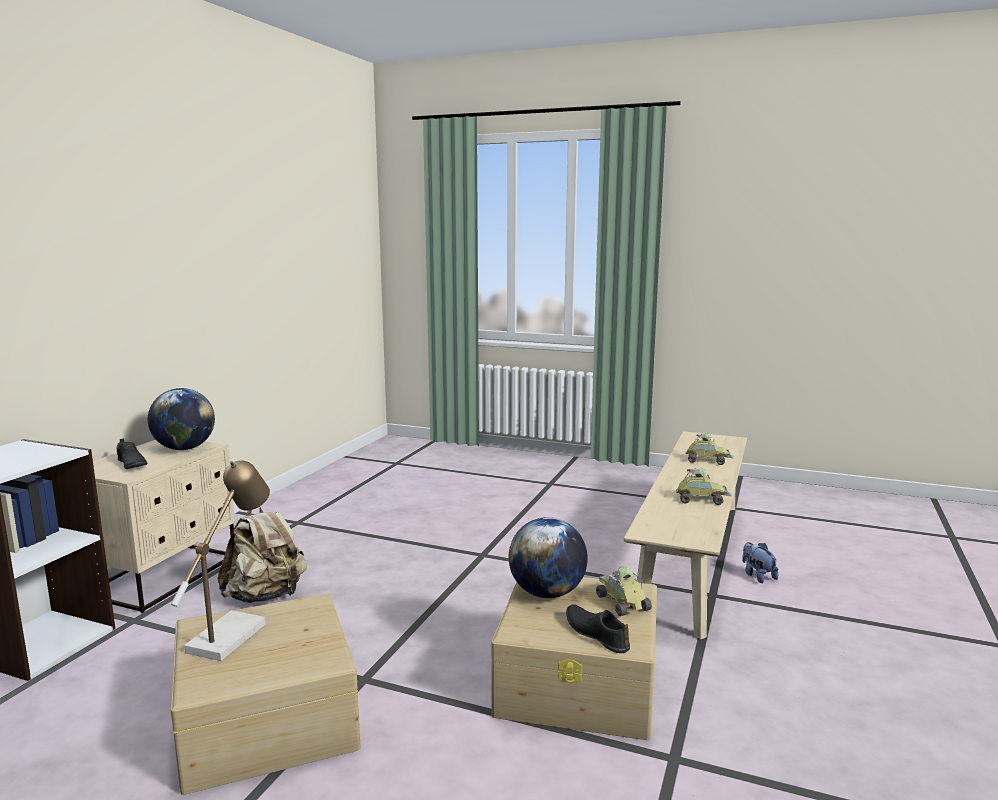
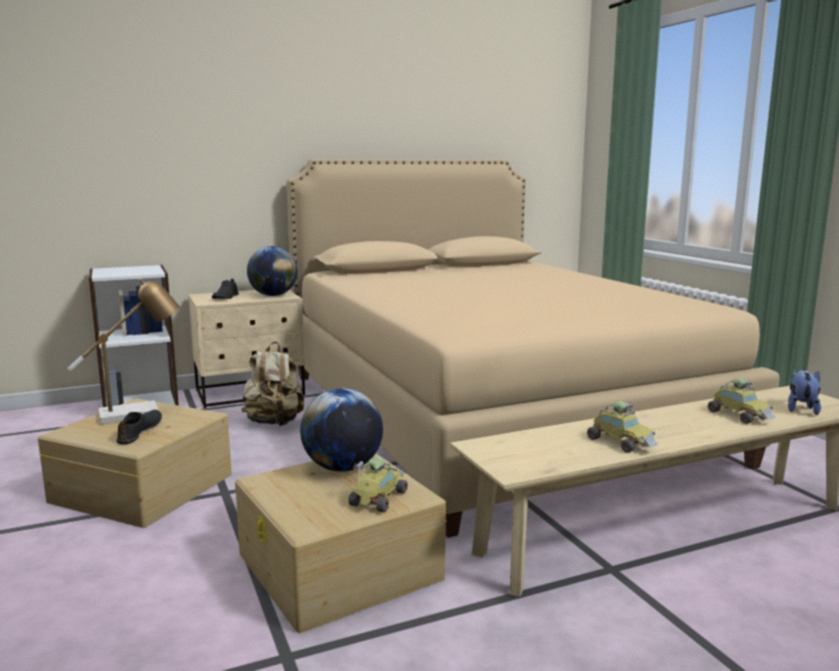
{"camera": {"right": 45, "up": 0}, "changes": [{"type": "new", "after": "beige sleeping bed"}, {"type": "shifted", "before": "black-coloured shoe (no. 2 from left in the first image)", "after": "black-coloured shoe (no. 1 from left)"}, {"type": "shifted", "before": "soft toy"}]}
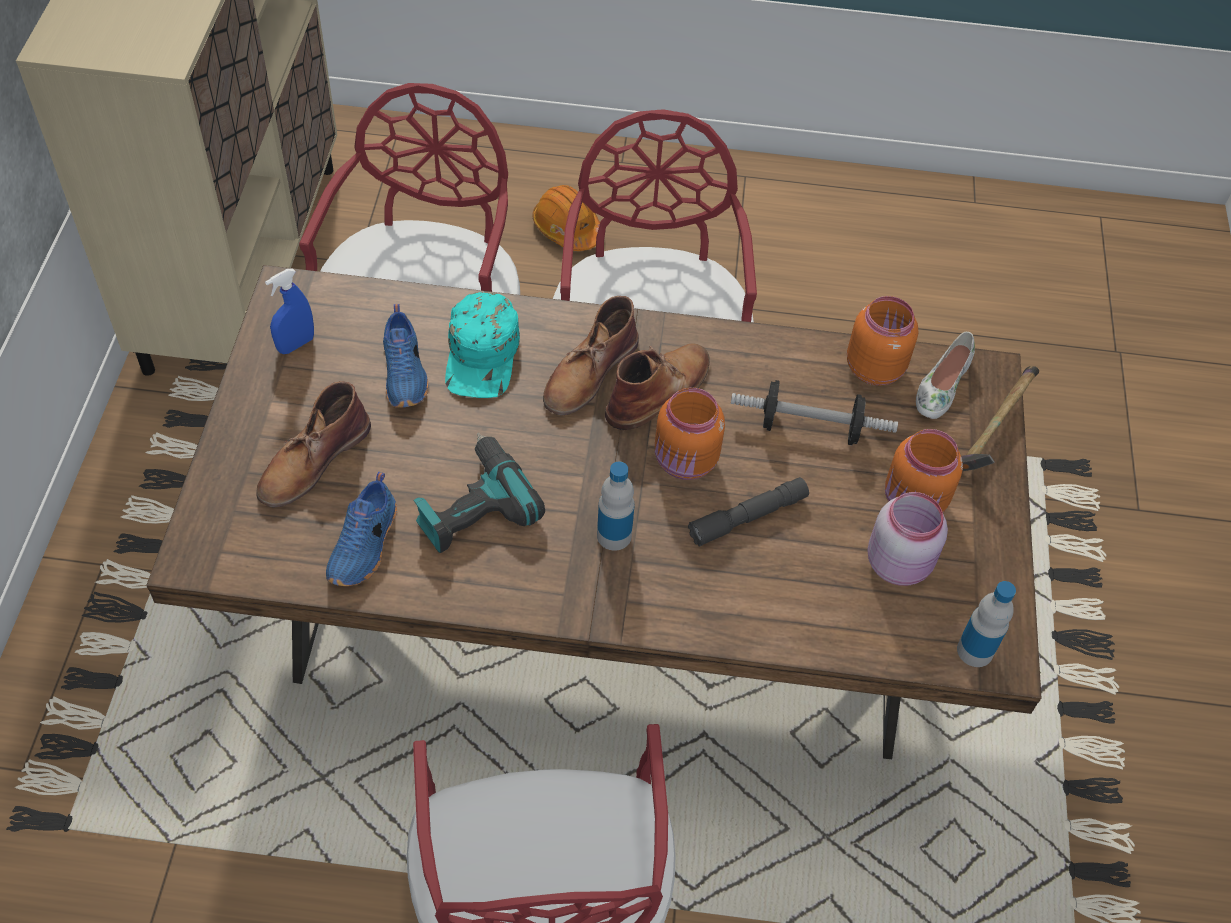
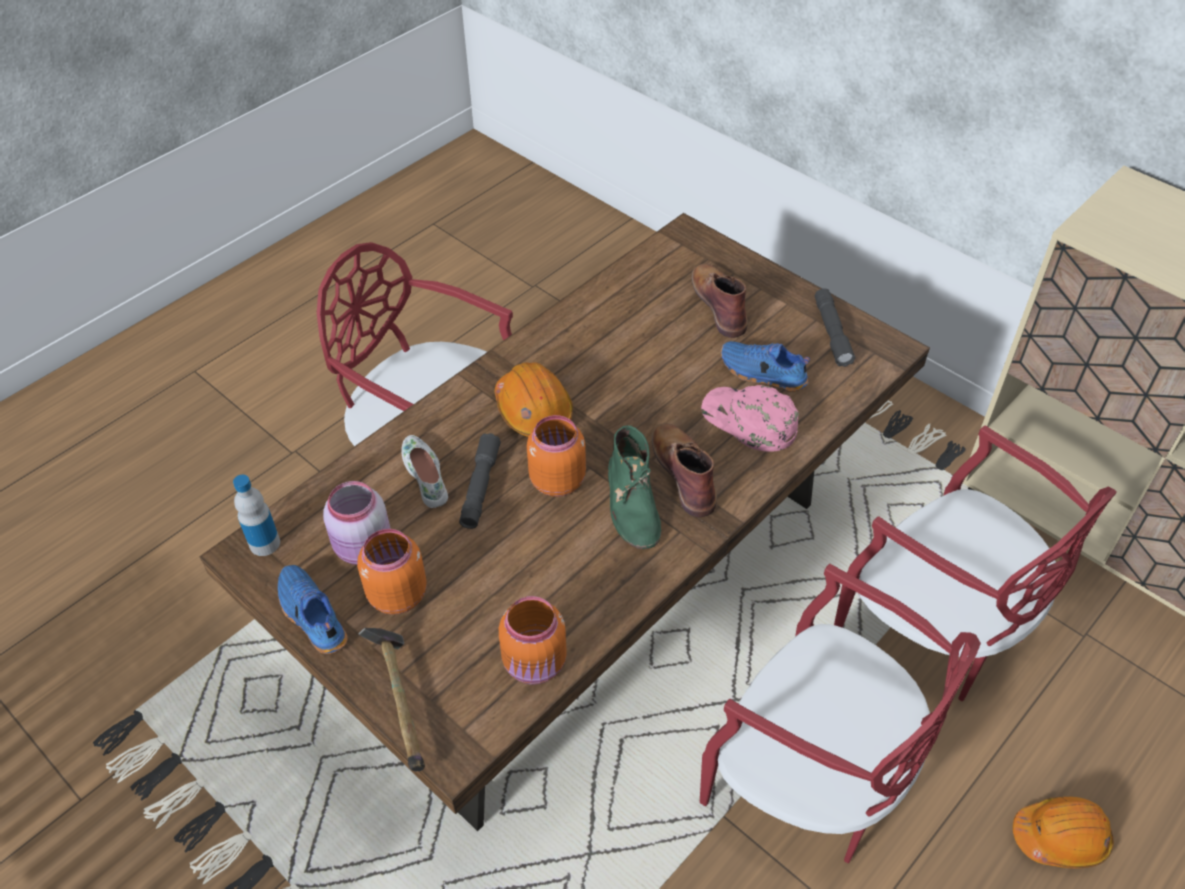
{"camera": {"right": 130, "up": -5}, "changes": [{"type": "gone", "before": "electric drill"}, {"type": "gone", "before": "dumbbell"}, {"type": "shifted", "before": "blue-coloured shoe (no. 1 from left)"}, {"type": "shifted", "before": "white shoe"}, {"type": "swapped", "before": "blue-coloured spray bottle", "after": "grey flashlight (no. 2 from left)"}, {"type": "swapped", "before": "drink bottle (no. 1 from left)", "after": "orange hard hat (no. 1 from left)"}, {"type": "repainted", "before": "turquoise cap", "after": "pink-coloured cap"}, {"type": "repainted", "before": "brownish high-top boot (no. 3 from left)", "after": "green high-top boot"}]}
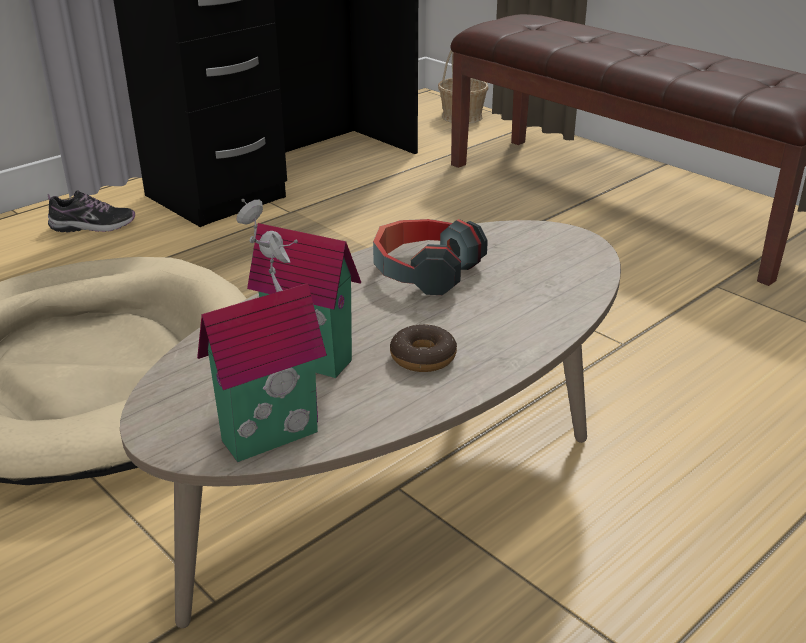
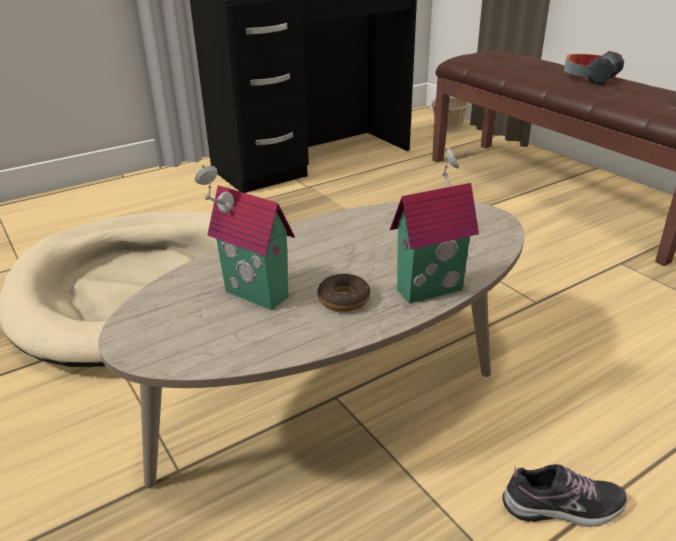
{"camera": {"right": 10, "up": 0}, "changes": [{"type": "shifted", "before": "shoe"}, {"type": "shifted", "before": "toy house (no. 1 from left in the first image)", "after": "toy house (no. 2 from left)"}, {"type": "shifted", "before": "headphones"}]}
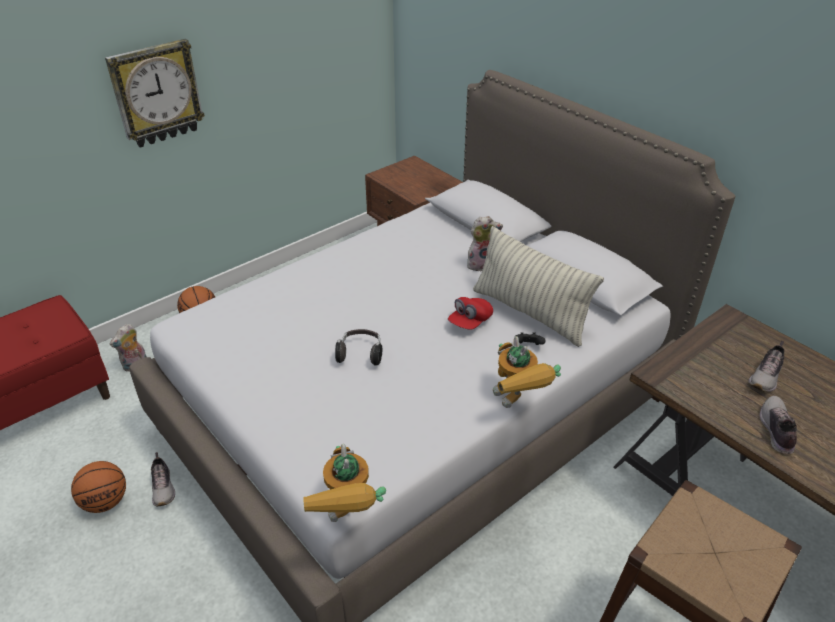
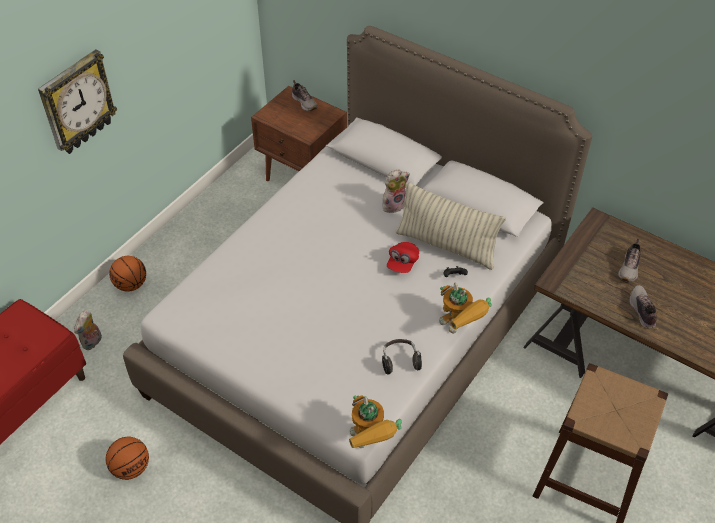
{"camera": {"right": -15, "up": 10}, "changes": [{"type": "shifted", "before": "shoe (no. 1 from left)"}, {"type": "shifted", "before": "headphones"}]}
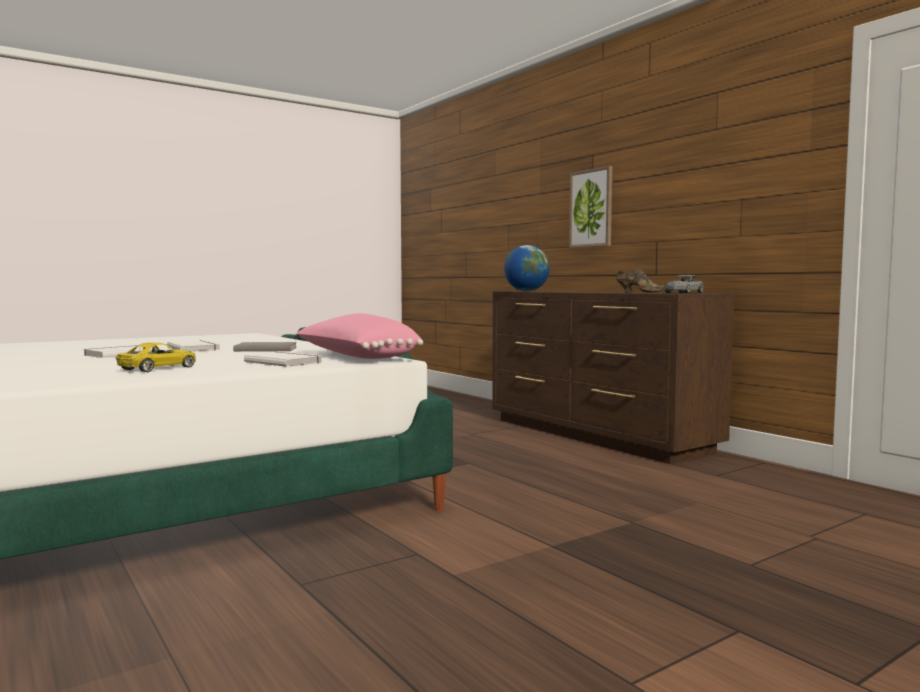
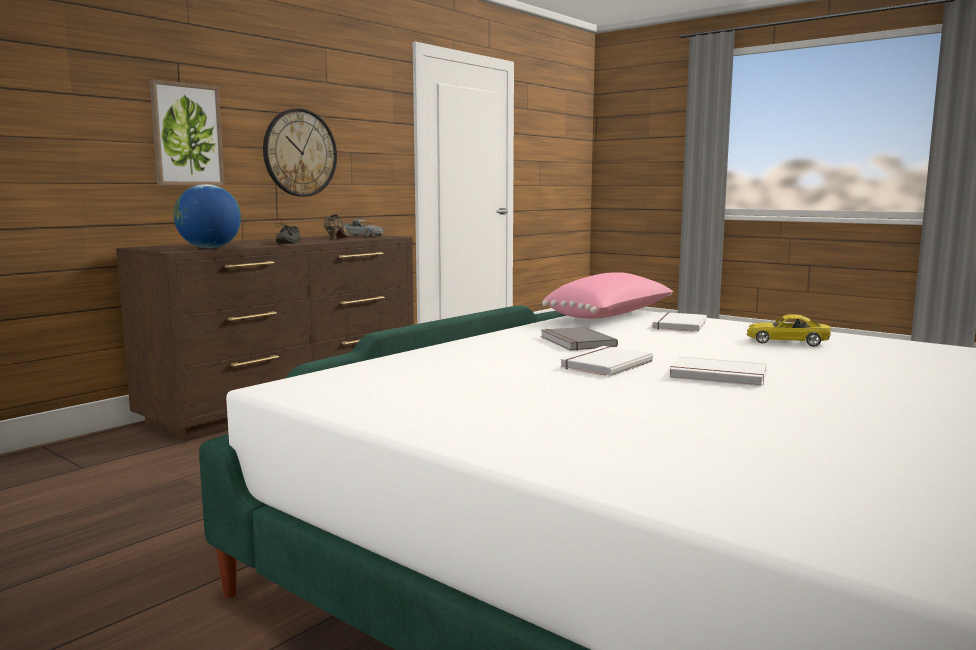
{"camera": {"right": -105, "up": 5}, "changes": [{"type": "new", "after": "clock on the wall"}, {"type": "new", "after": "grey shoe"}]}
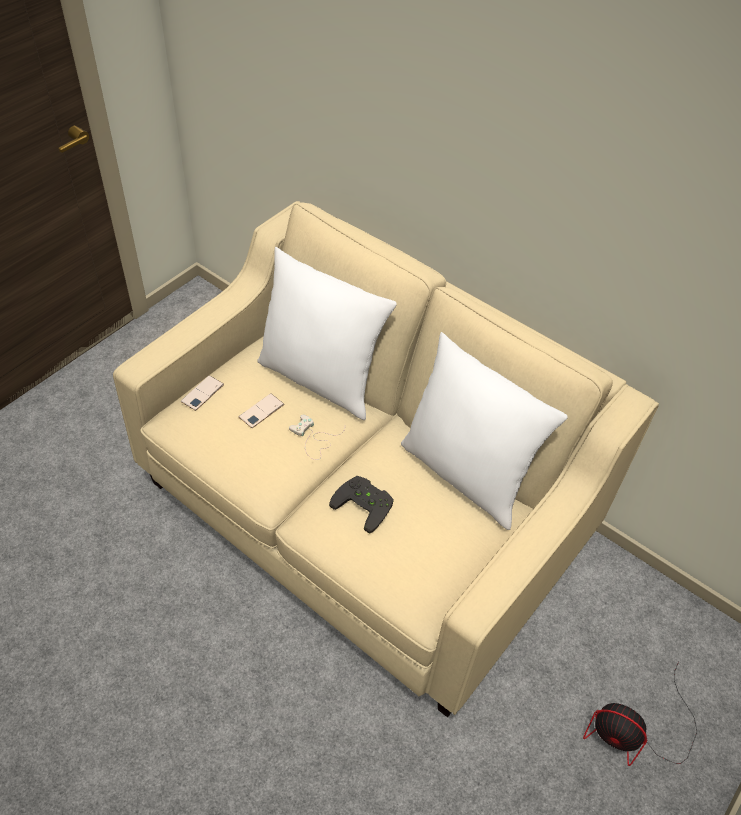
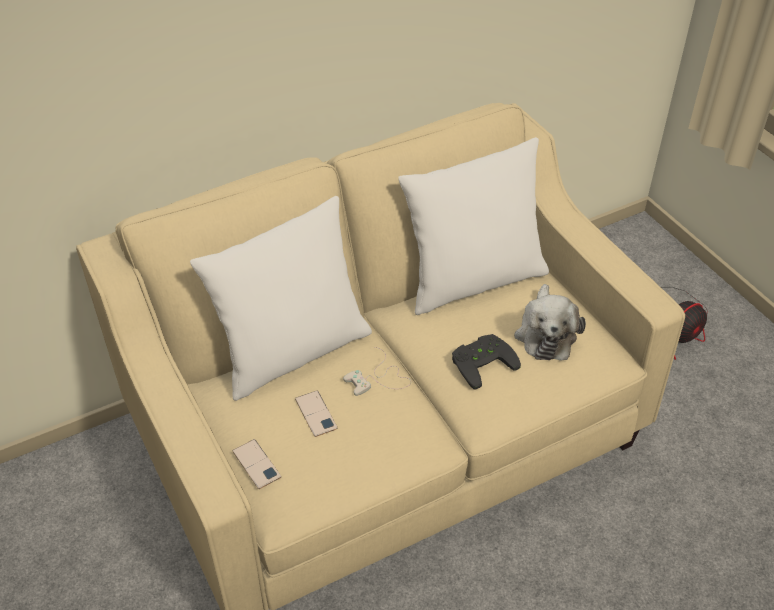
{"camera": {"right": -65, "up": -5}, "changes": [{"type": "new", "after": "soft toy"}]}
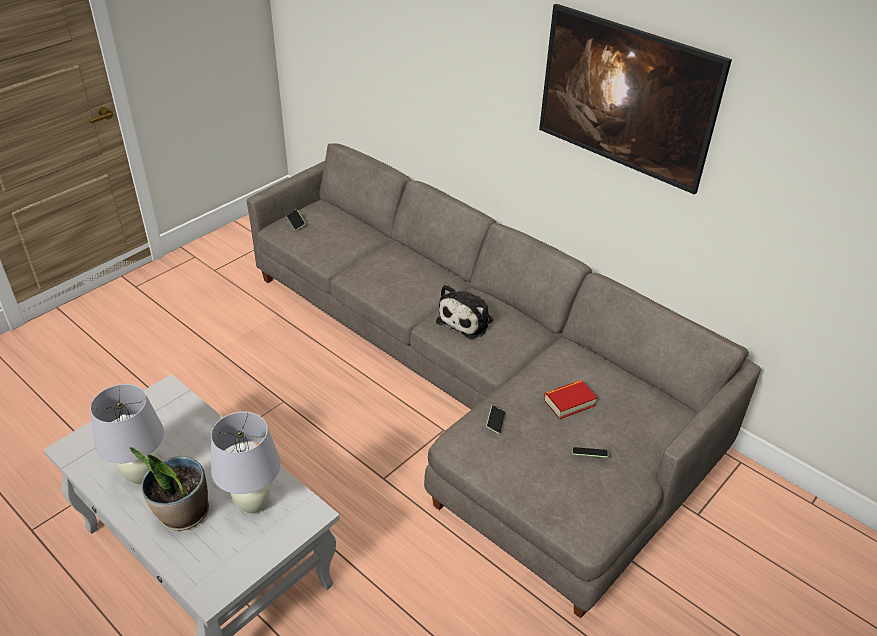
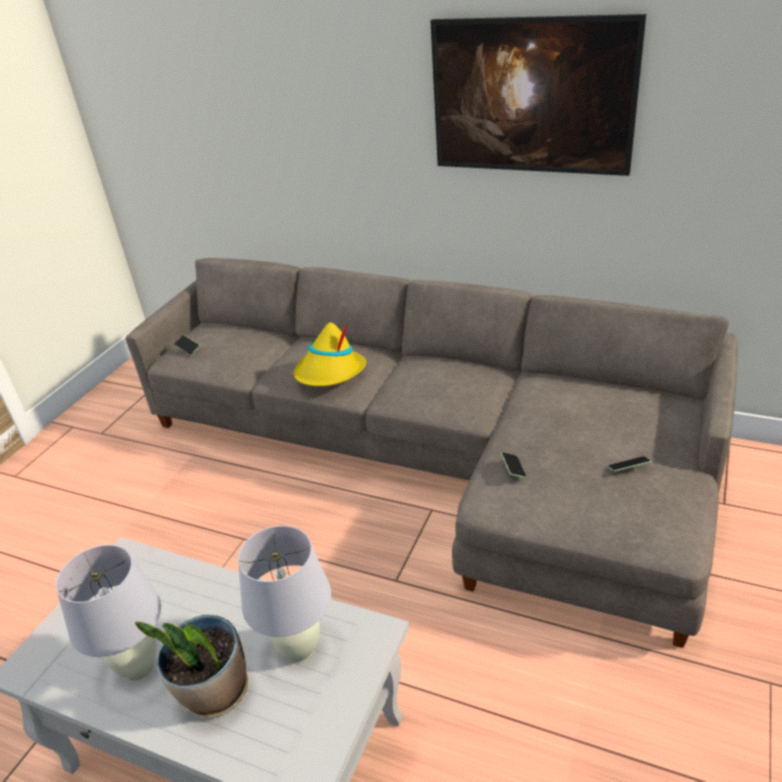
{"camera": {"right": -15, "up": -5}, "changes": [{"type": "gone", "before": "soft toy"}, {"type": "gone", "before": "volume"}, {"type": "new", "after": "yellow-coloured hat"}]}
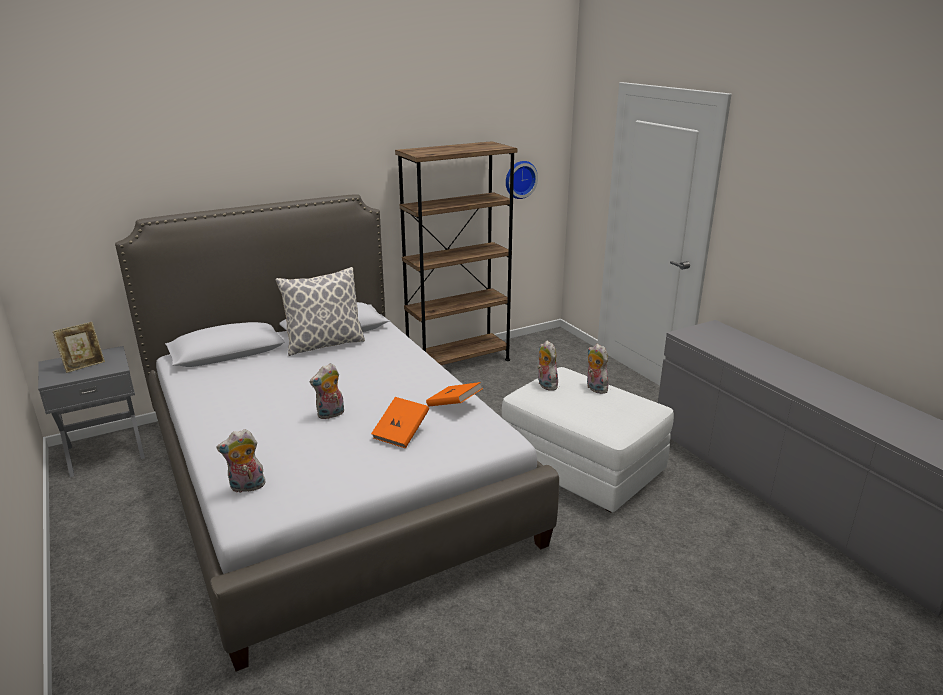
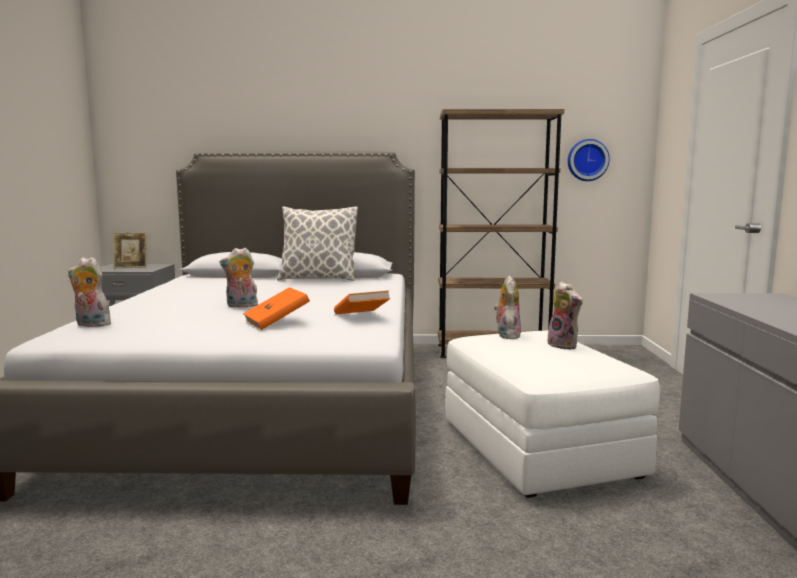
{"camera": {"right": 30, "up": -15}, "changes": [{"type": "rotated", "before": "soft toy (no. 4 from left)", "turn": 150}]}
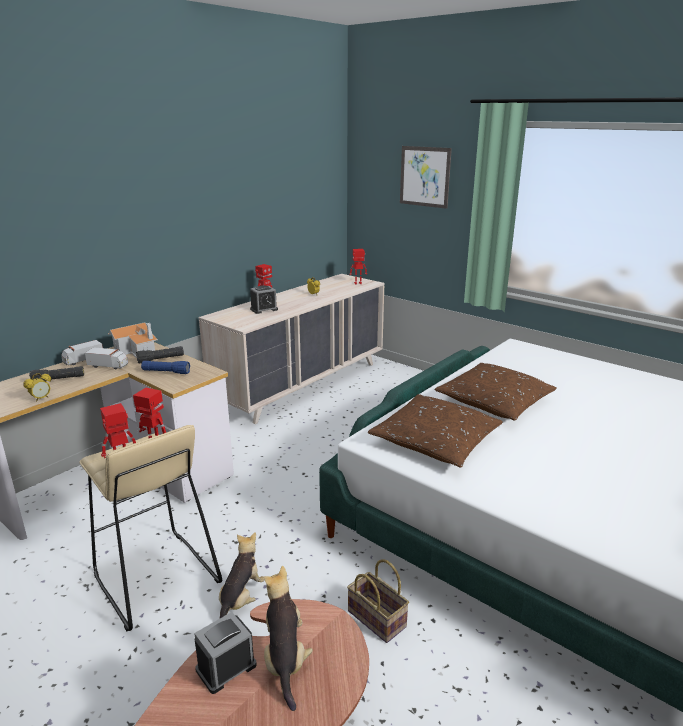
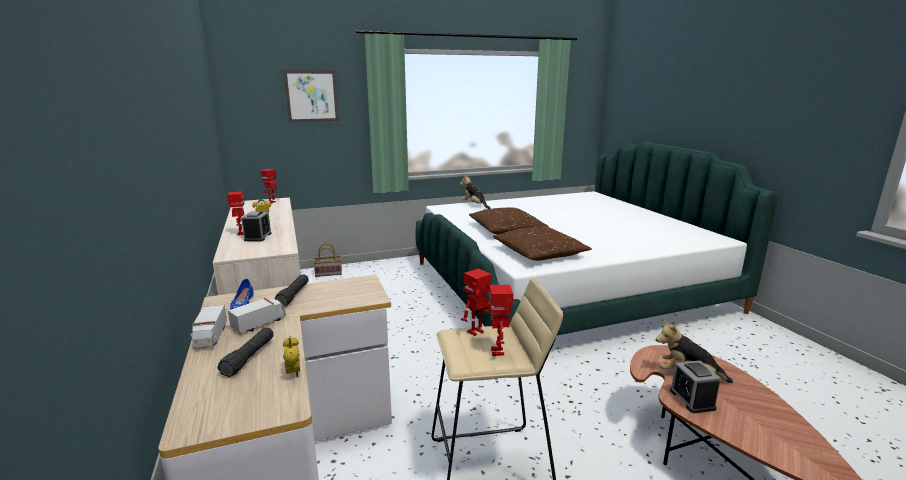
{"camera": {"right": -60, "up": -5}, "changes": [{"type": "gone", "before": "blue-coloured flashlight"}, {"type": "shifted", "before": "soft toy (no. 1 from left)"}, {"type": "shifted", "before": "household basket"}, {"type": "swapped", "before": "toy house", "after": "blue-coloured shoe"}]}
